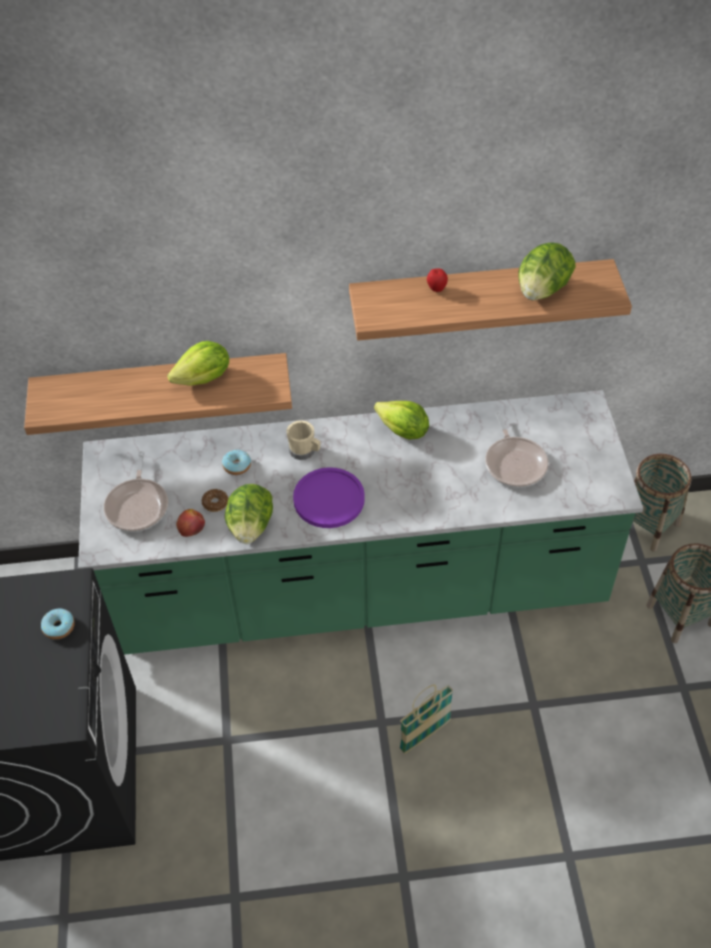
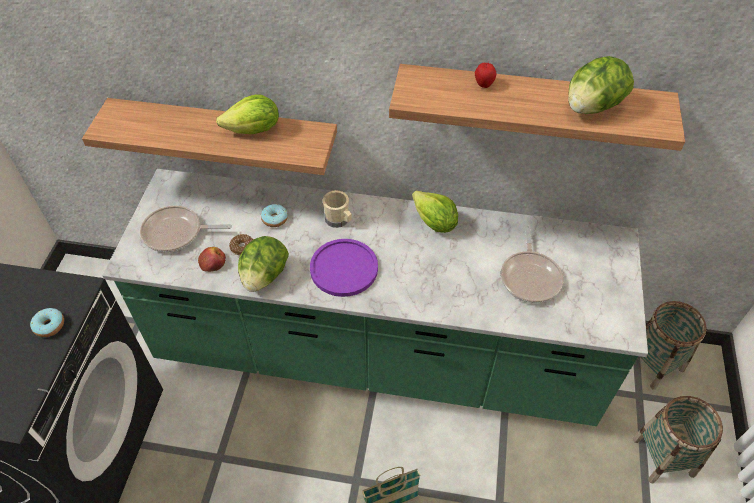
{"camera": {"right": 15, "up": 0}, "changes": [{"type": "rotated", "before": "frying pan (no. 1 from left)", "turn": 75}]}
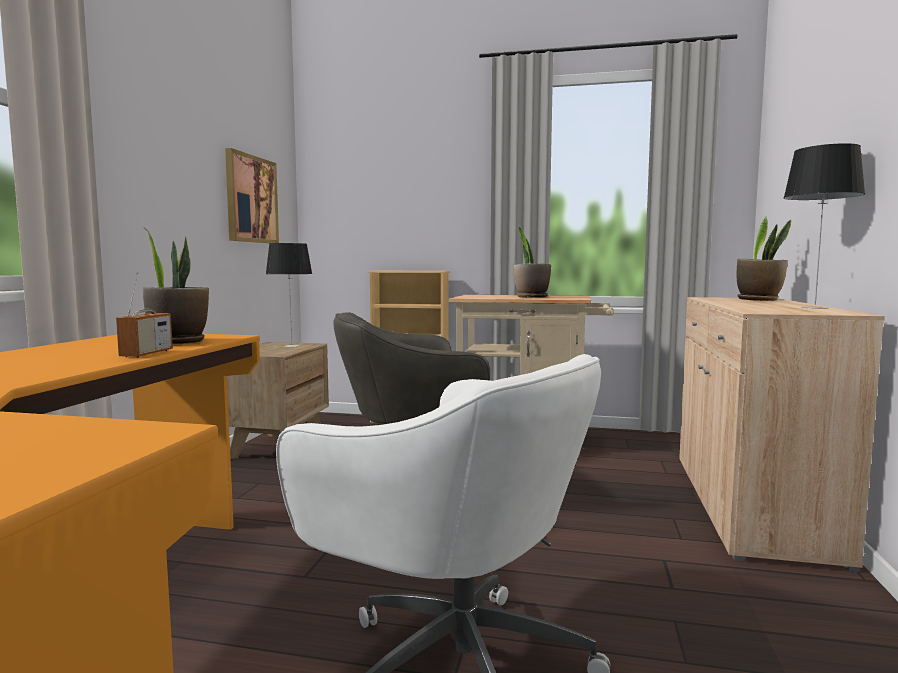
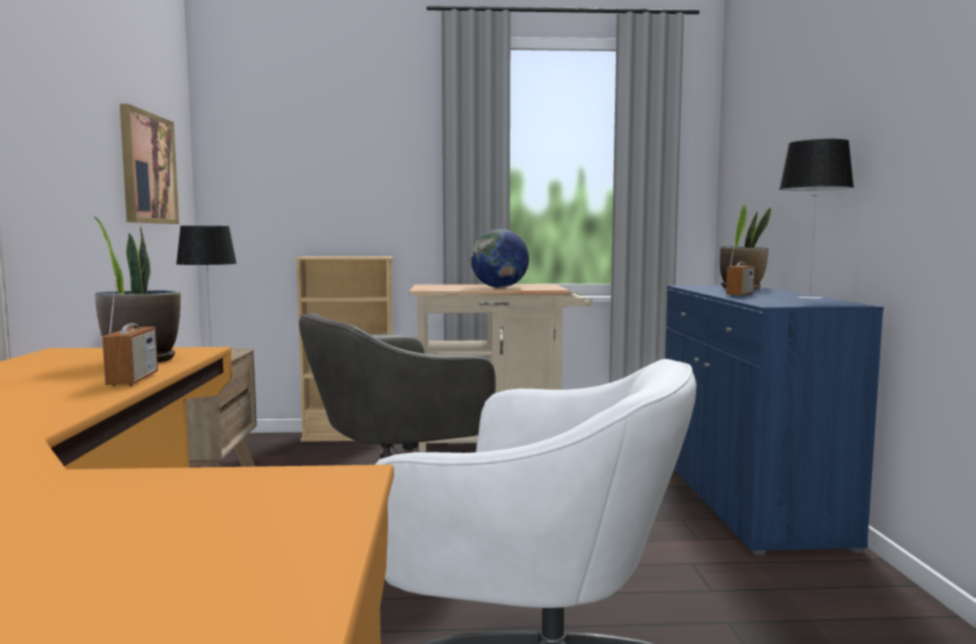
{"camera": {"right": -15, "up": 0}, "changes": [{"type": "new", "after": "radio receiver (no. 2 from left)"}, {"type": "swapped", "before": "plant in a pot (no. 2 from left)", "after": "world globe"}, {"type": "repainted", "before": "beige cabinet", "after": "blue-coloured cabinet"}]}
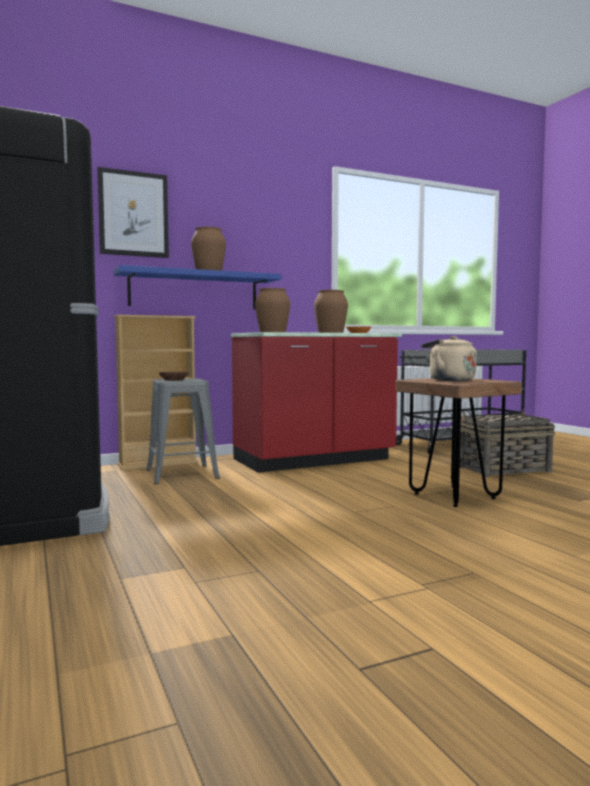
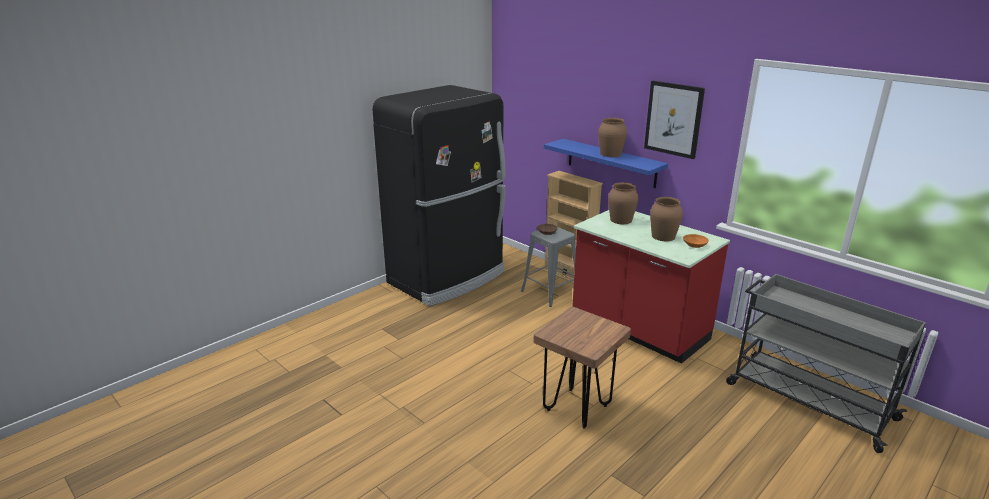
{"camera": {"right": 70, "up": 20}, "changes": [{"type": "gone", "before": "beige tea kettle"}, {"type": "gone", "before": "household basket"}, {"type": "shifted", "before": "picture"}]}
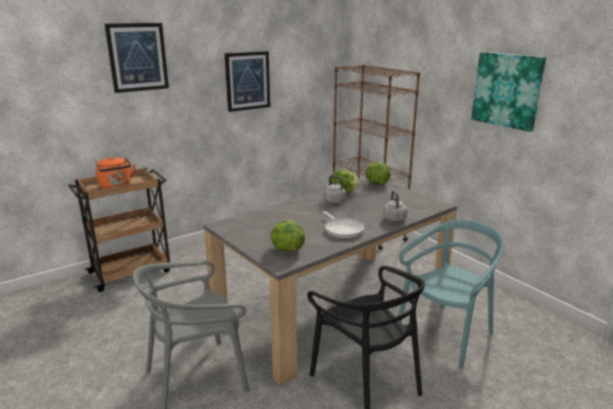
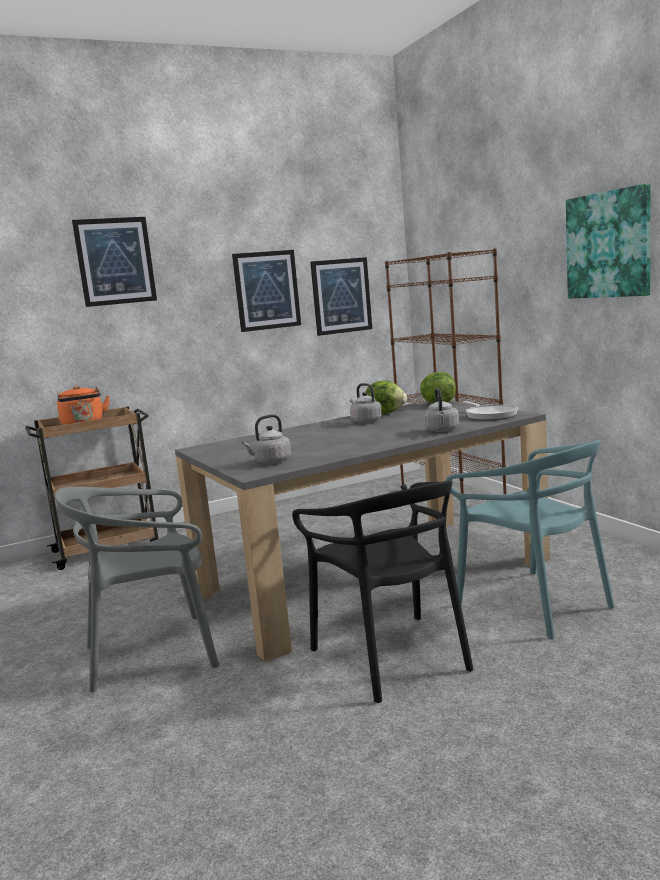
{"camera": {"right": 10, "up": -10}, "changes": [{"type": "new", "after": "picture (no. 3 from left)"}, {"type": "shifted", "before": "frying pan"}, {"type": "swapped", "before": "lettuce head (no. 1 from left)", "after": "grey tea kettle (no. 1 from left)"}, {"type": "rotated", "before": "turquoise chair", "turn": 90}]}
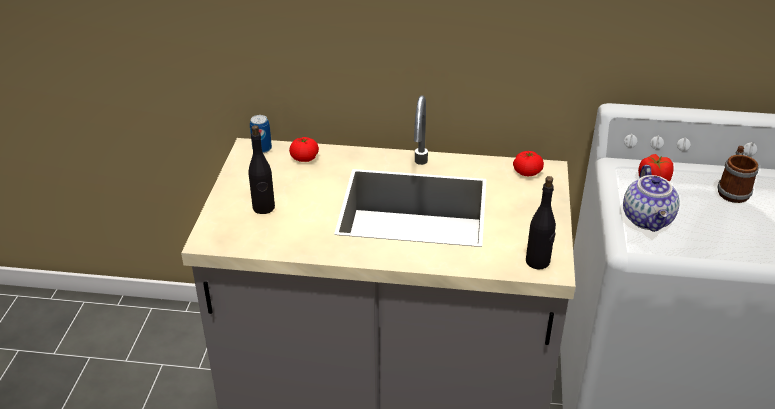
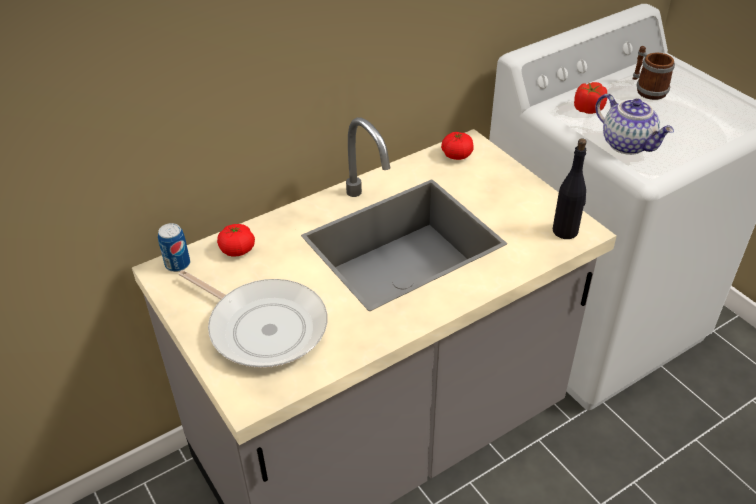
{"camera": {"right": -40, "up": 5}, "changes": [{"type": "swapped", "before": "black-coloured drink bottle (no. 1 from left)", "after": "frying pan"}]}
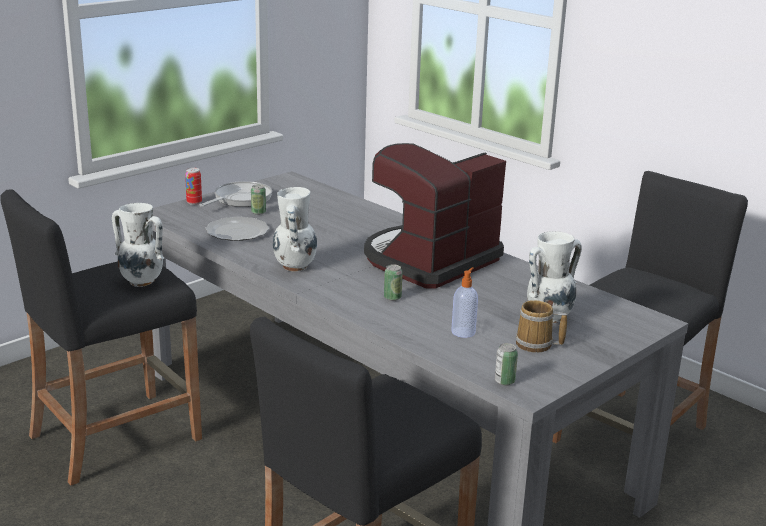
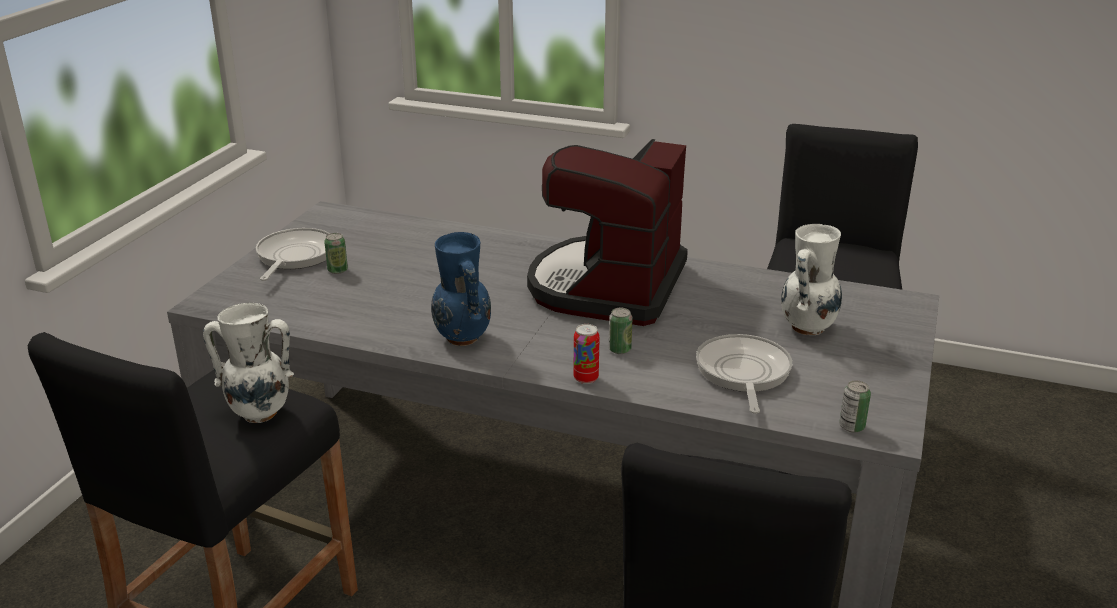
{"camera": {"right": -25, "up": 5}, "changes": [{"type": "gone", "before": "flat dish"}, {"type": "gone", "before": "coffee mug"}, {"type": "shifted", "before": "metal can (no. 1 from left in the first image)", "after": "metal can (no. 2 from left)"}, {"type": "swapped", "before": "soap bottle", "after": "frying pan (no. 2 from left)"}, {"type": "repainted", "before": "white flower vase (no. 2 from left)", "after": "blue-coloured flower vase"}]}
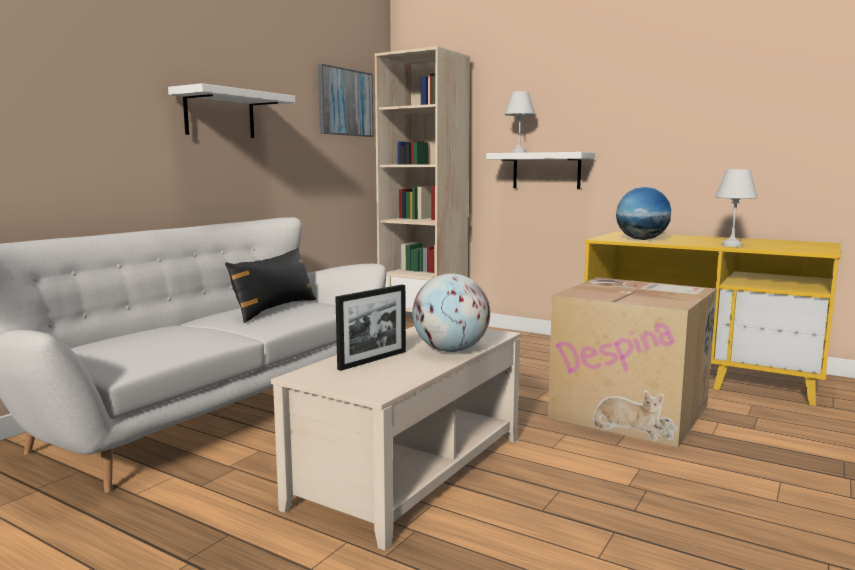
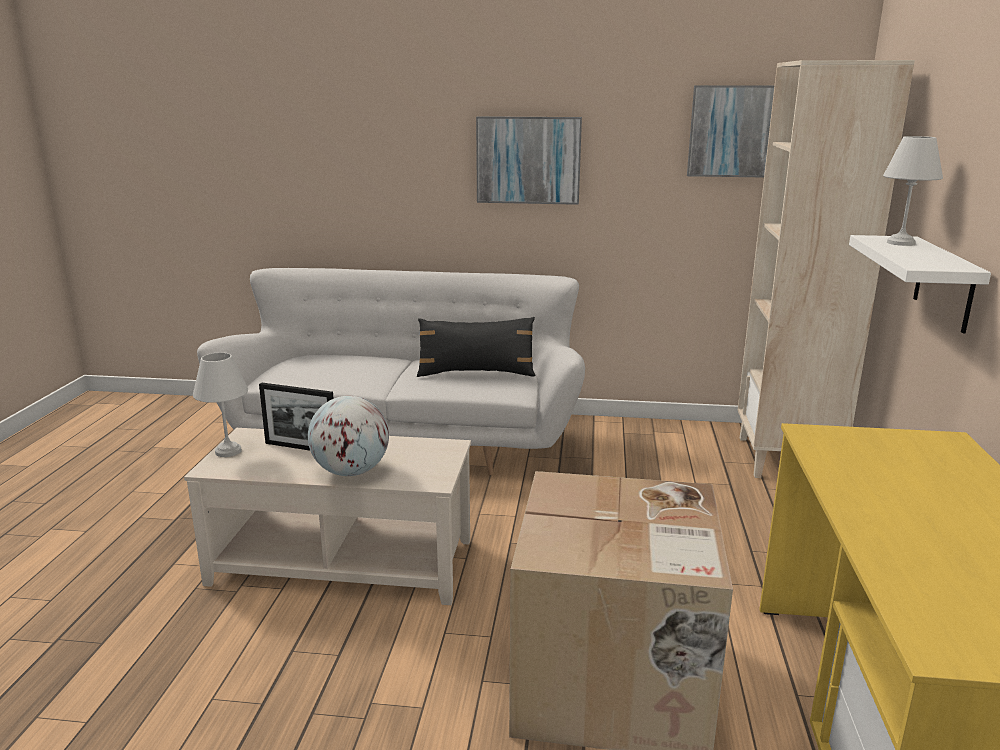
{"camera": {"right": 65, "up": 10}, "changes": [{"type": "gone", "before": "world globe (no. 2 from left)"}, {"type": "shifted", "before": "white table lamp (no. 2 from left in the first image)", "after": "white table lamp (no. 1 from left)"}, {"type": "swapped", "before": "white shelf (no. 1 from left)", "after": "picture (no. 1 from left)"}]}
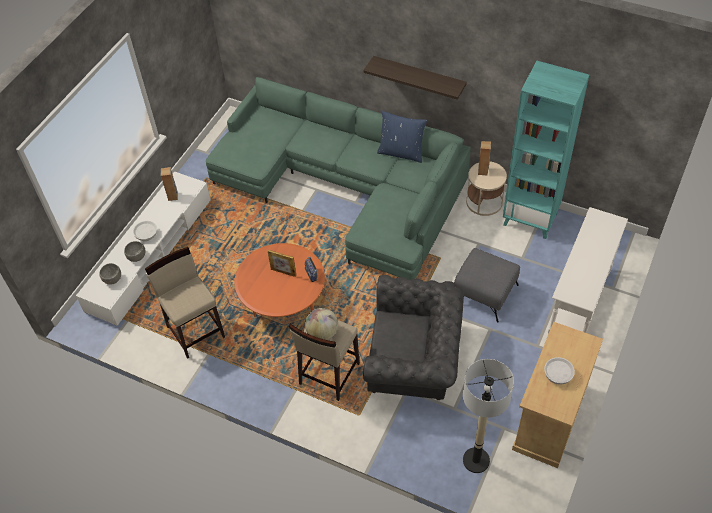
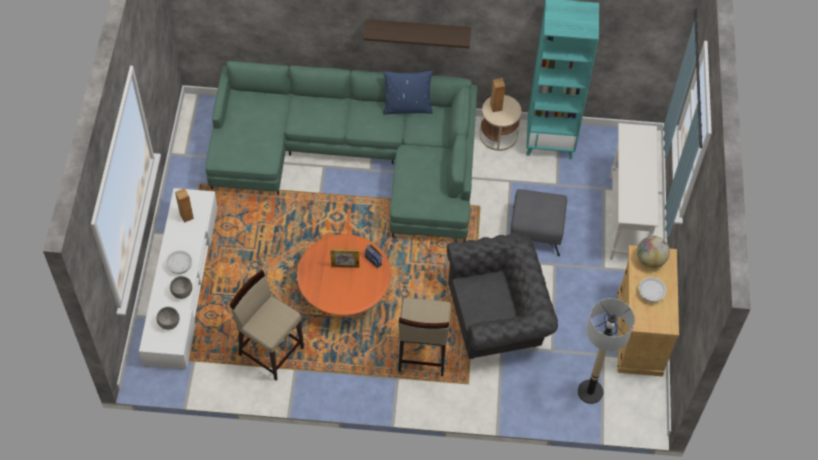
{"camera": {"right": -25, "up": 5}, "changes": [{"type": "shifted", "before": "world globe"}]}
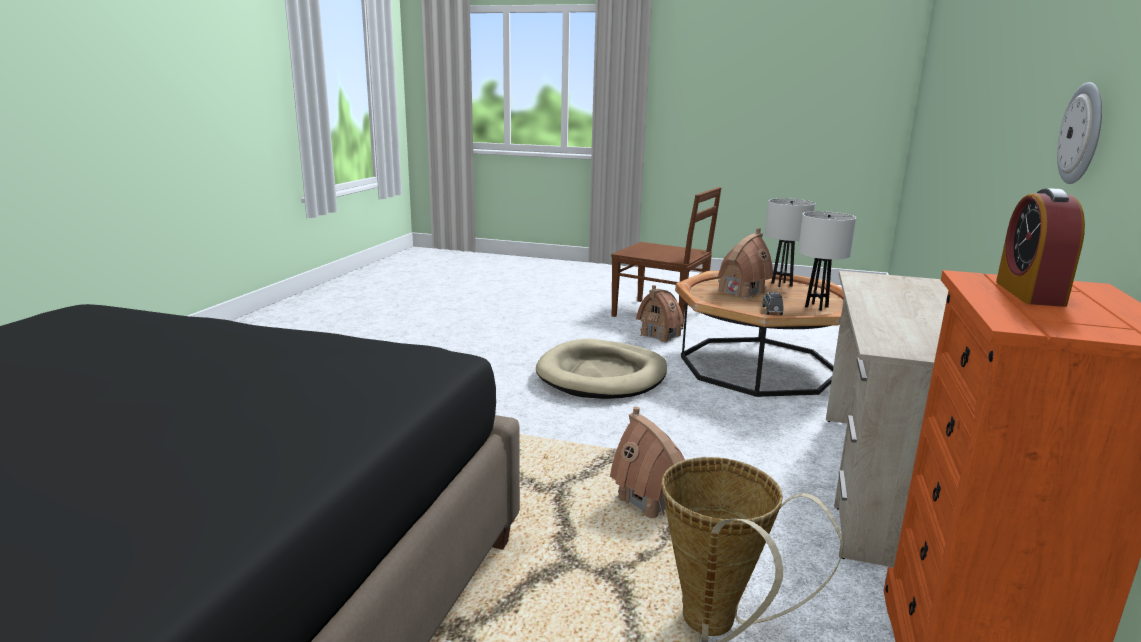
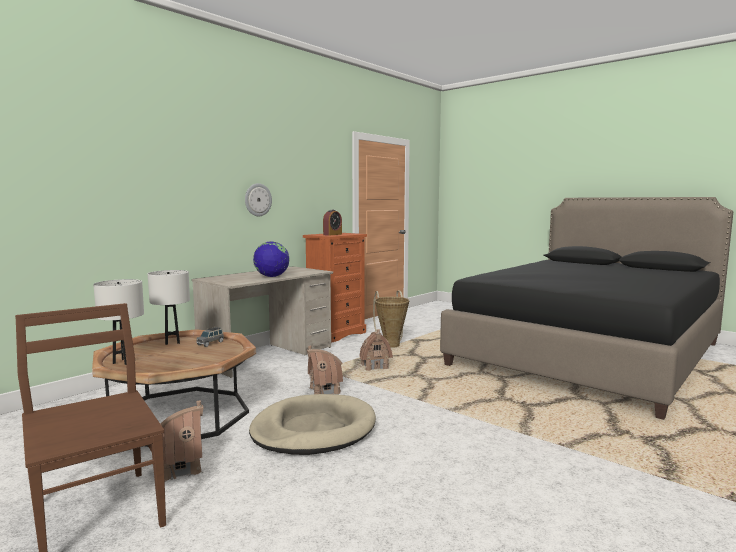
{"camera": {"right": -155, "up": -10}, "changes": [{"type": "new", "after": "world globe"}, {"type": "shifted", "before": "toy house (no. 3 from left in the first image)", "after": "toy house (no. 2 from left)"}]}
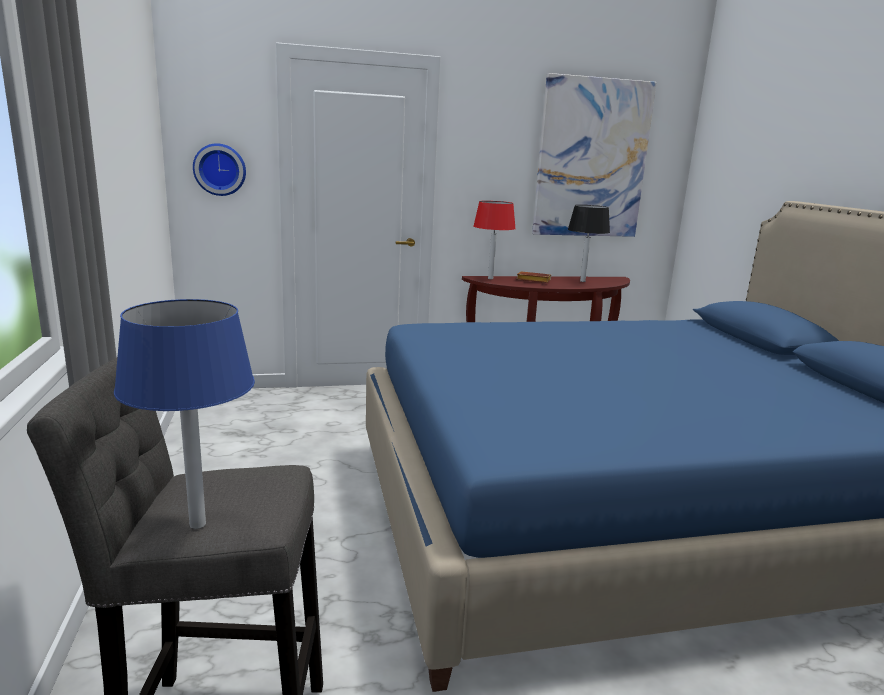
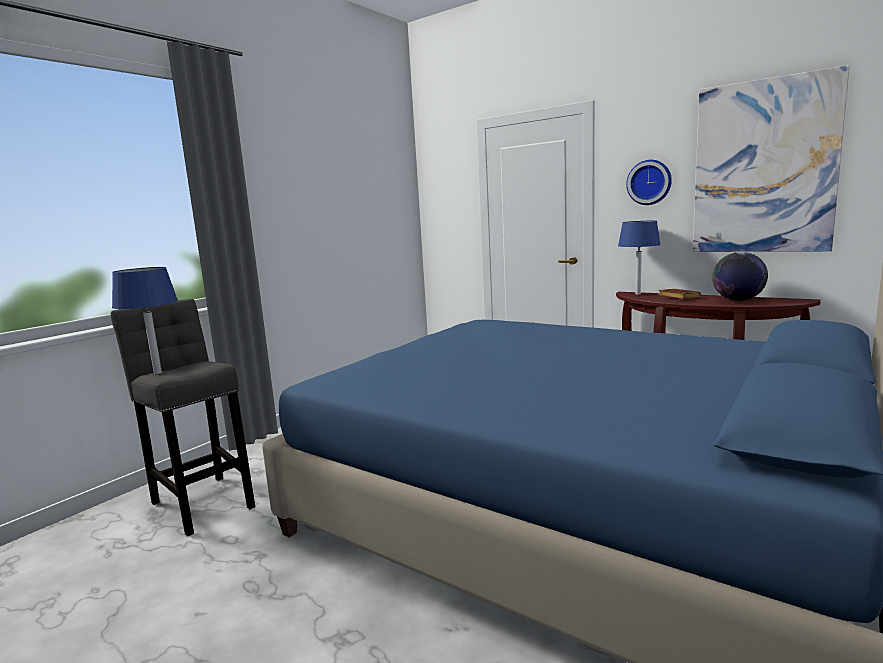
{"camera": {"right": 50, "up": -5}, "changes": [{"type": "shifted", "before": "clock on the wall"}, {"type": "swapped", "before": "black-coloured table lamp", "after": "world globe"}, {"type": "repainted", "before": "red-coloured table lamp", "after": "blue-coloured table lamp (no. 2 from left)"}]}
